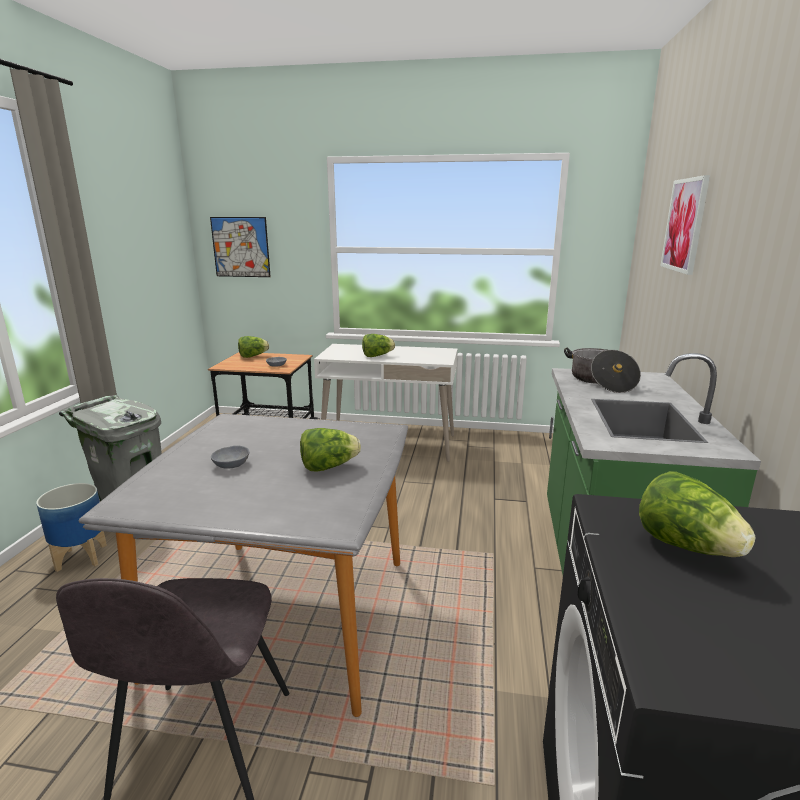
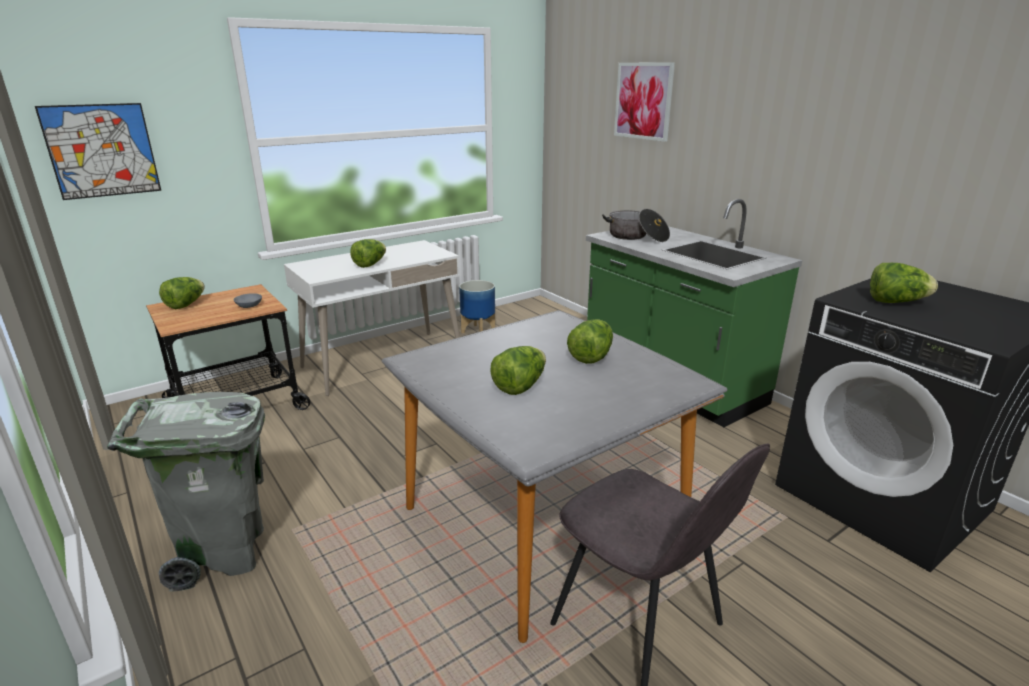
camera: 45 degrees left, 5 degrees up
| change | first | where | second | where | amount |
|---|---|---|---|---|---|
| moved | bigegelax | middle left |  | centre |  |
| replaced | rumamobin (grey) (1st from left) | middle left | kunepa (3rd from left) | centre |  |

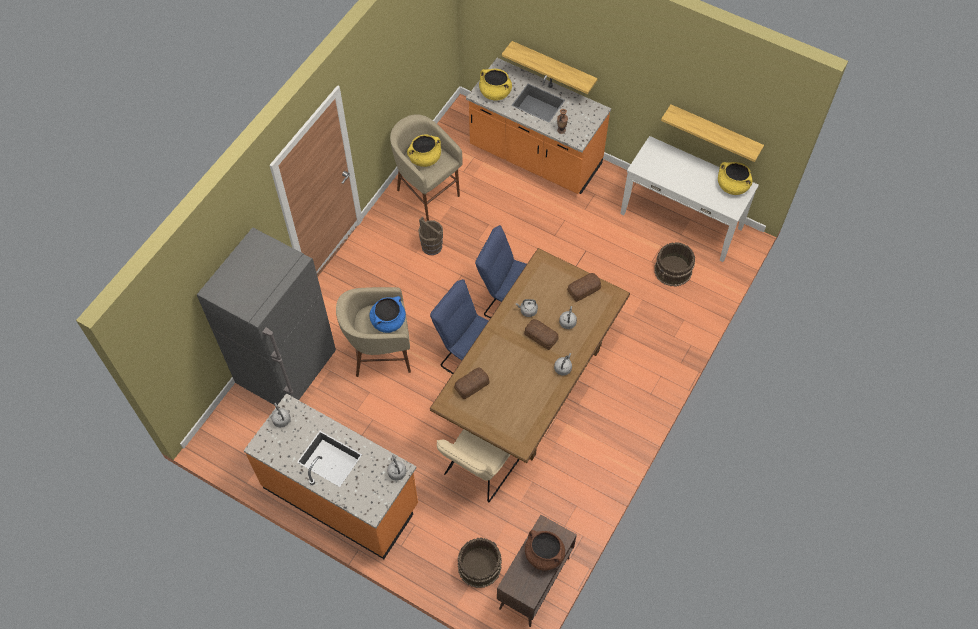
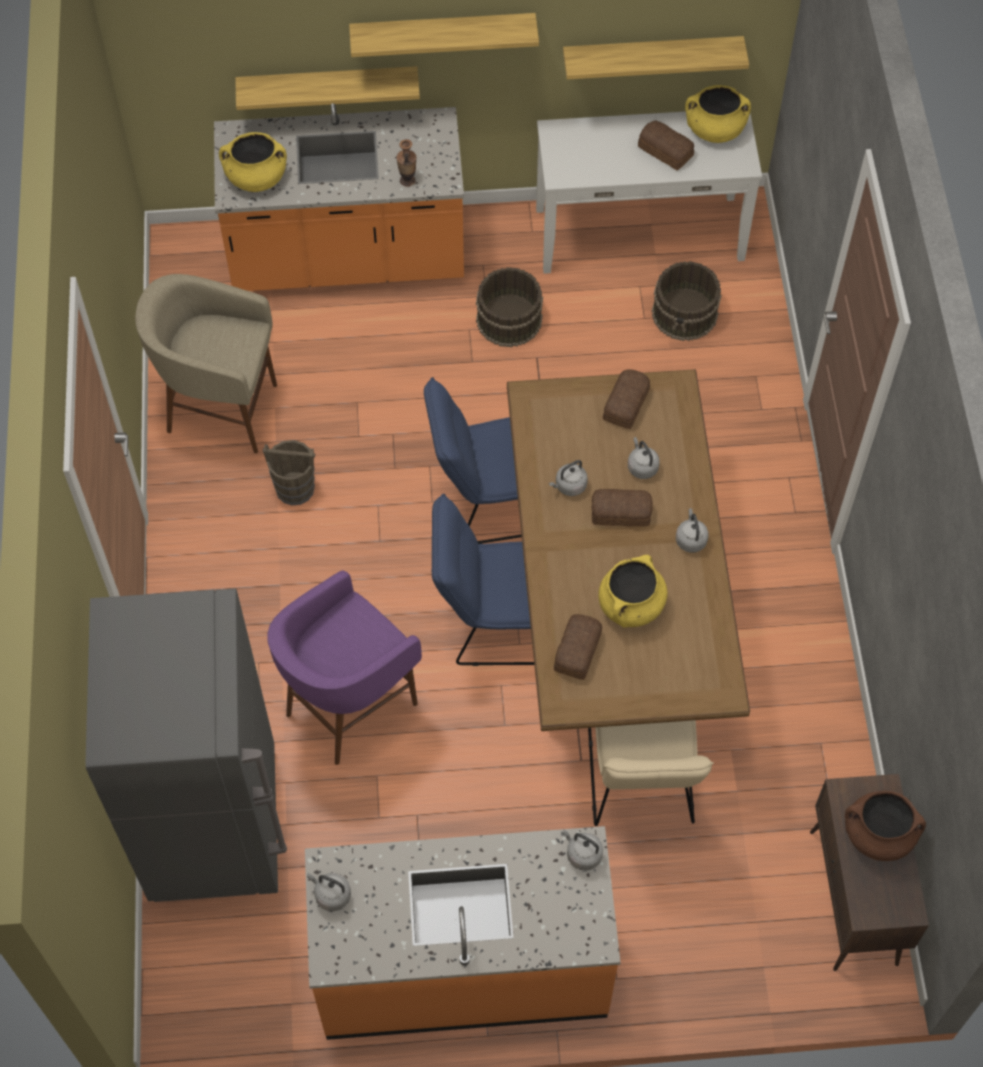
camera: 35 degrees left, 0 degrees up
| change | first | where | second | where | amount |
|---|---|---|---|---|---|
| recoloured | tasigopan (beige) (1st from left) | centre | tasigopan (purple) | centre |  |
| removed | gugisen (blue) | centre |  |  |  |
| moved | gugisen (yellow) (1st from left in the first image) | top centre | gugisen (yellow) (2nd from left) | centre |  |
| moved | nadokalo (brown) (2nd from left) | bottom centre |  | top centre |  |
| added |  |  | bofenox (2nd from left) | top centre |  |
| added |  |  | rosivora (4th from left) | top right |  |

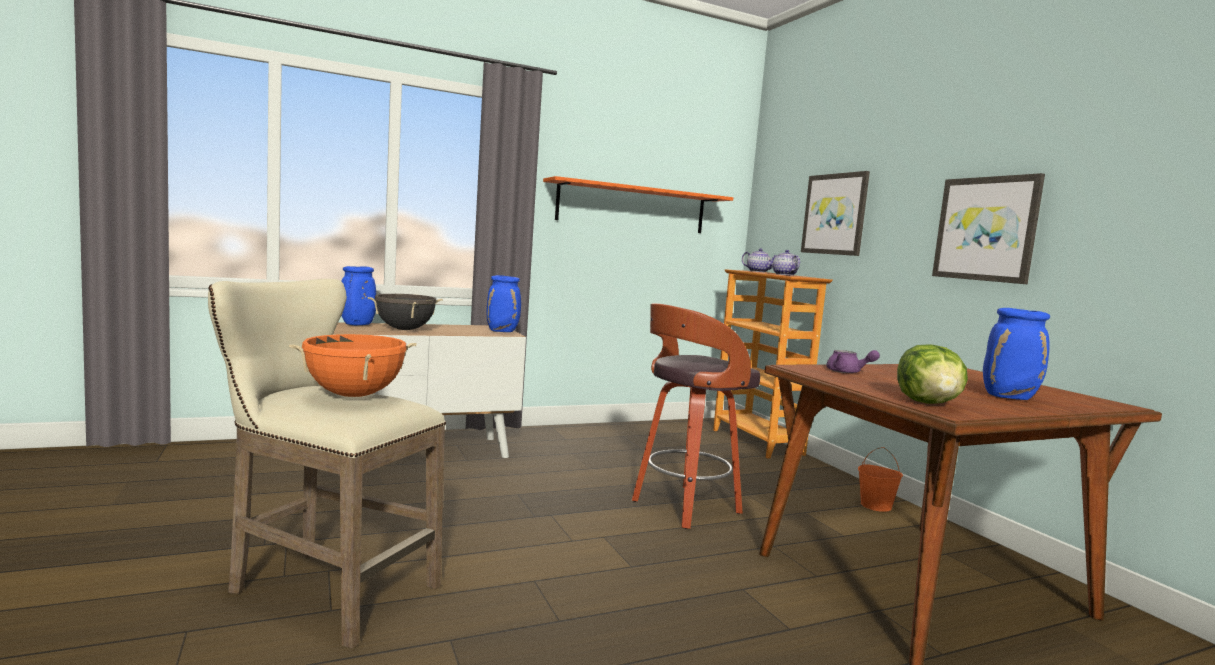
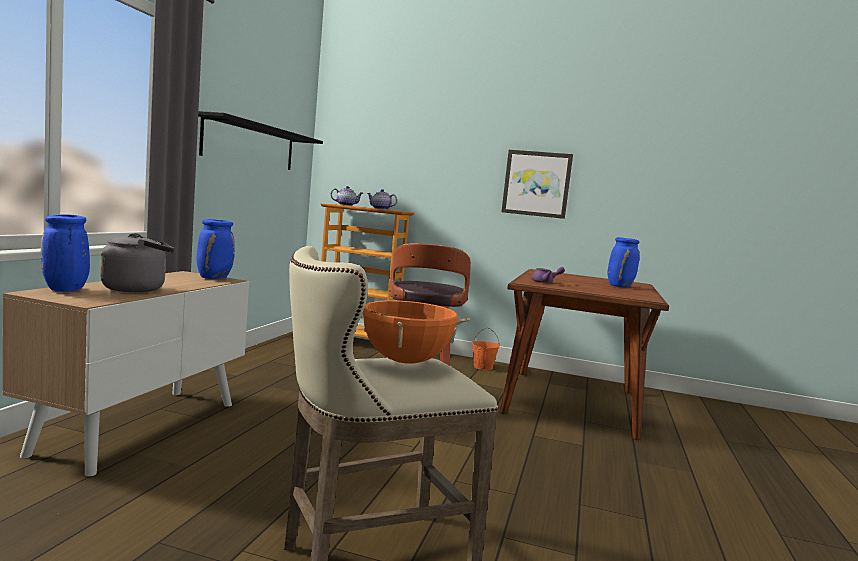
camera: 50 degrees left, 0 degrees up
| change | first | where | second | where | amount |
|---|---|---|---|---|---|
| replaced | gugisen (black) | centre | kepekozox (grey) | middle left |  |
| recoloured | bofenox (orange) | top centre | bofenox (black) | top left |  |
| removed | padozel (1st from left) | top right |  |  |  |
| removed | kunepa | middle right |  |  |  |

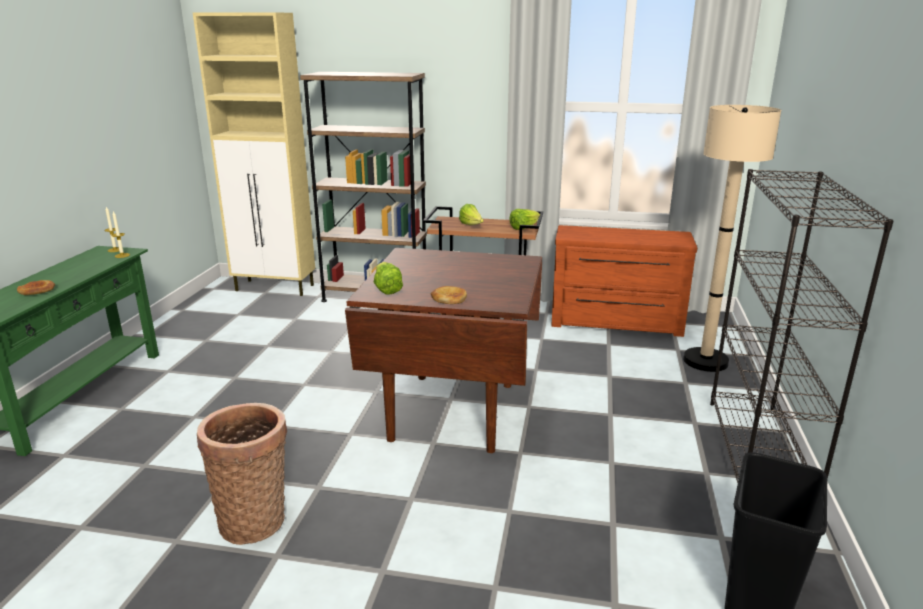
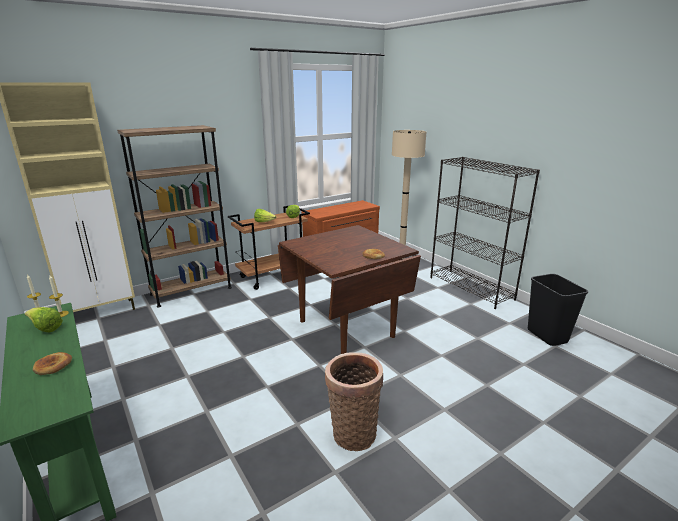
camera: 45 degrees left, 0 degrees up
| change | first | where | second | where | amount |
|---|---|---|---|---|---|
| moved | kunepa (1st from left) | centre |  | middle left |  |

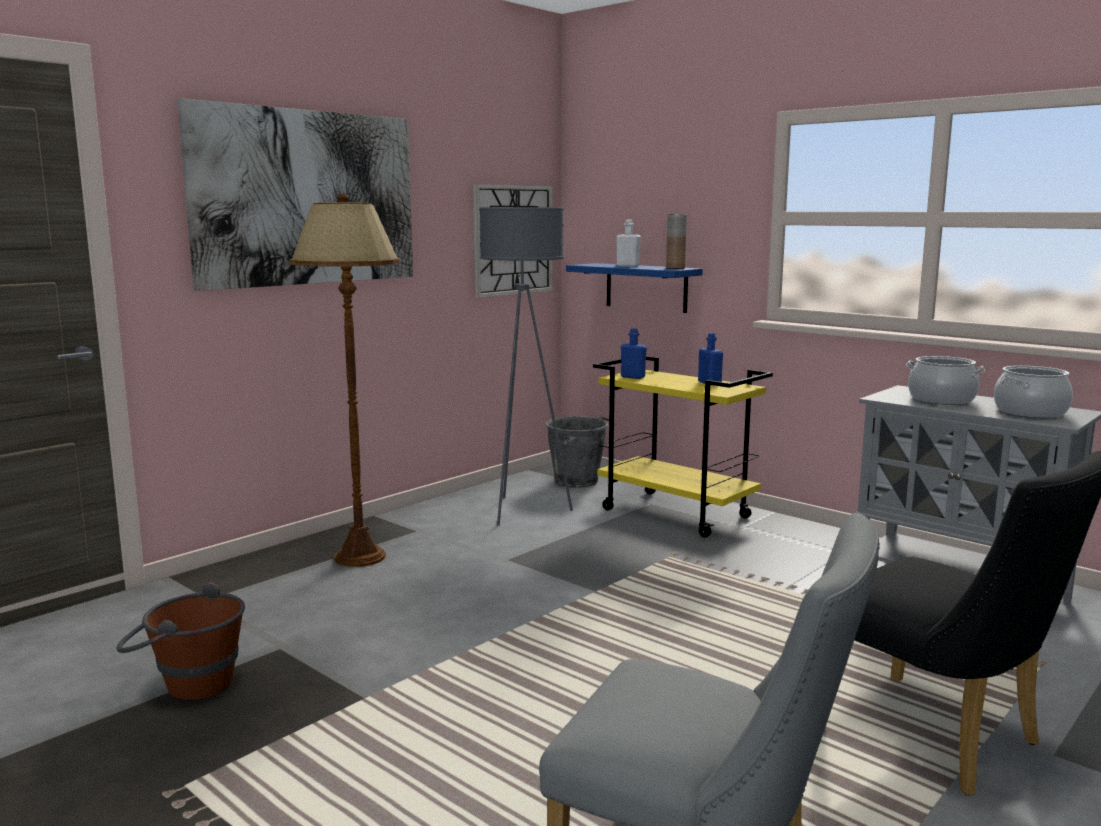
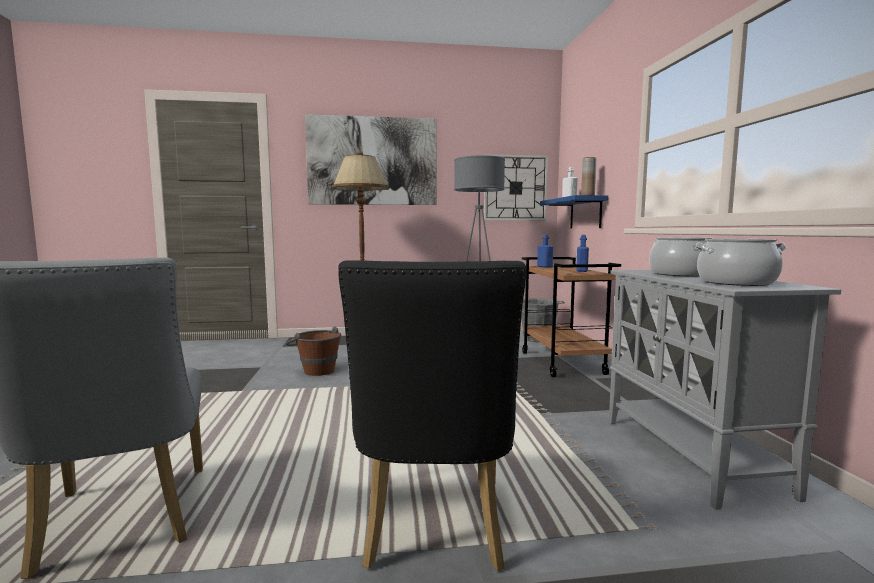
camera: 40 degrees right, 5 degrees down
| change | first | where | second | where | amount |
|---|---|---|---|---|---|
| moved | nadokalo (brown) | bottom left |  | centre |  |
| recoloured | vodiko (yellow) | centre | vodiko (brown) | centre |  |

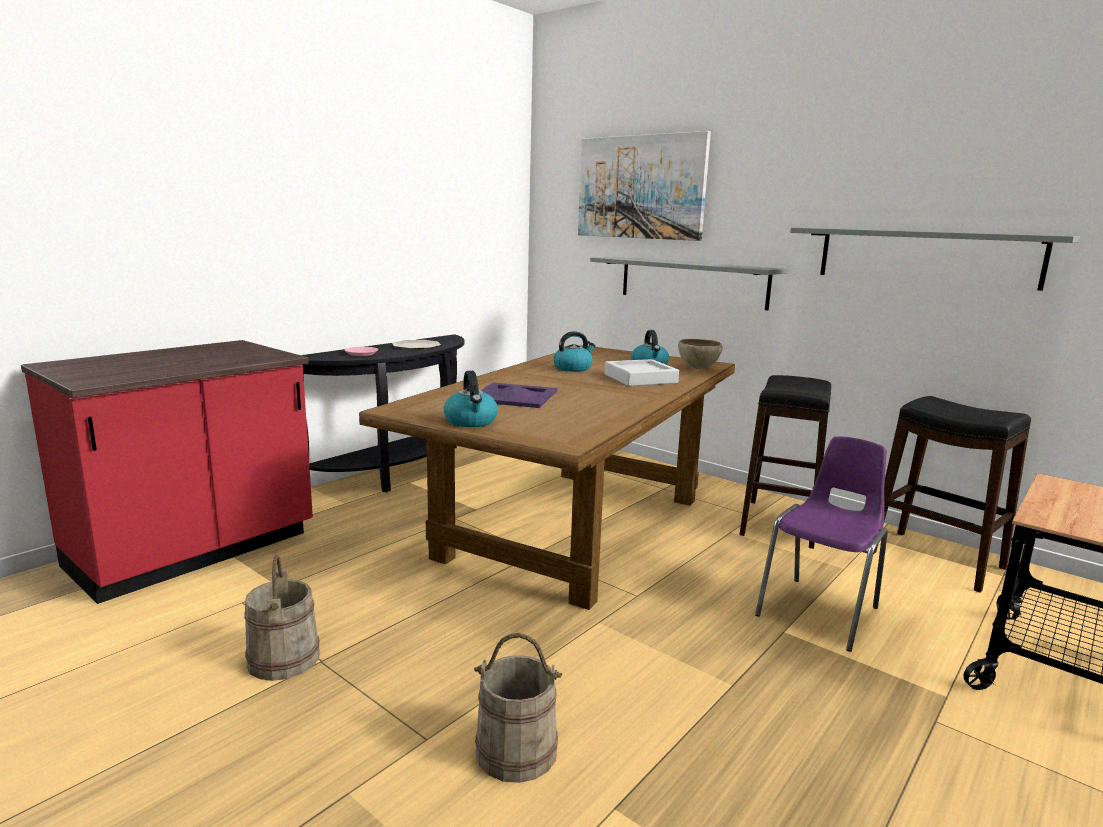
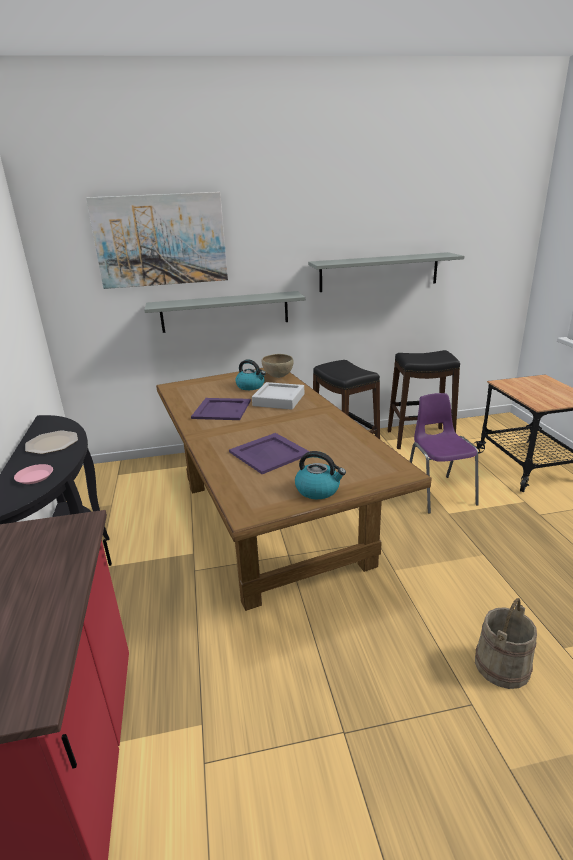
camera: 50 degrees left, 10 degrees up
| change | first | where | second | where | amount |
|---|---|---|---|---|---|
| removed | nadokalo (beige) (1st from left) | bottom left |  |  |  |
| replaced | kepekozox (2nd from left) | centre | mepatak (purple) (1st from left) | centre |  |

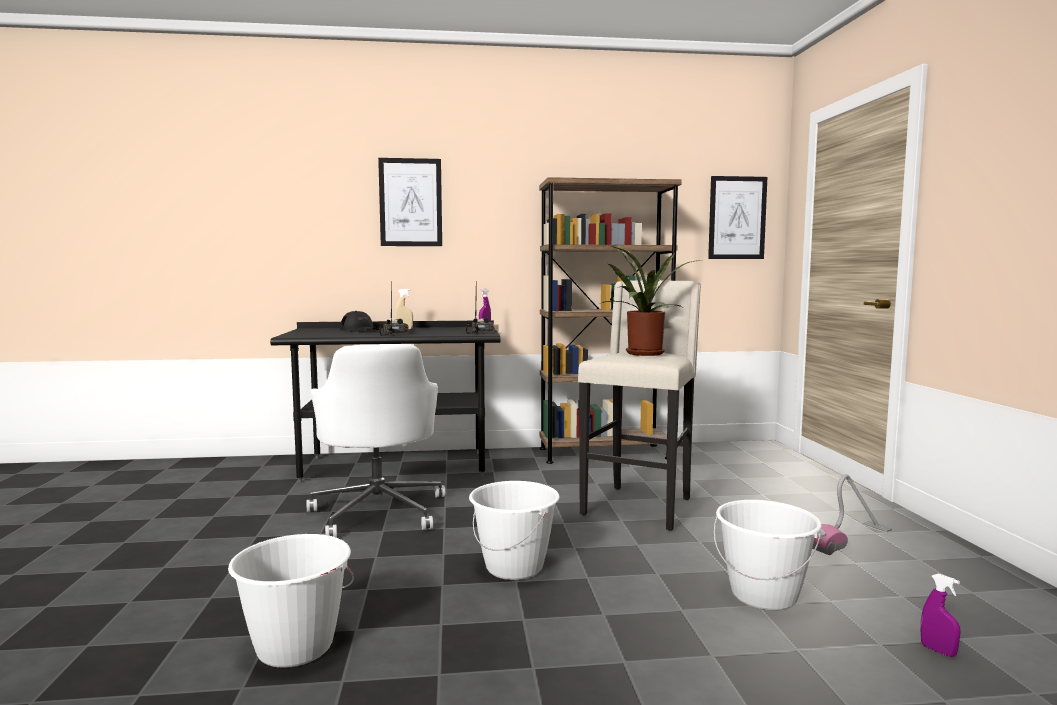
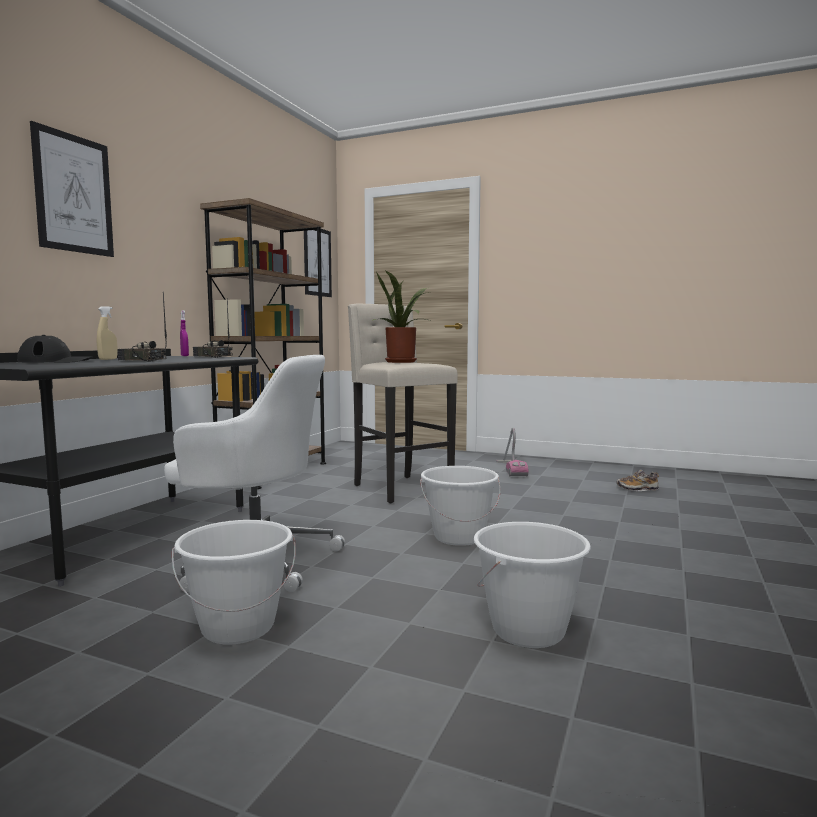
camera: 60 degrees left, 0 degrees up
| change | first | where | second | where | amount |
|---|---|---|---|---|---|
| moved | nadokalo (white) (3rd from left in the first image) | bottom right | nadokalo (white) (1st from left) | bottom left |  |
| replaced | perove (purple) (2nd from left) | bottom right | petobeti | middle right |  |

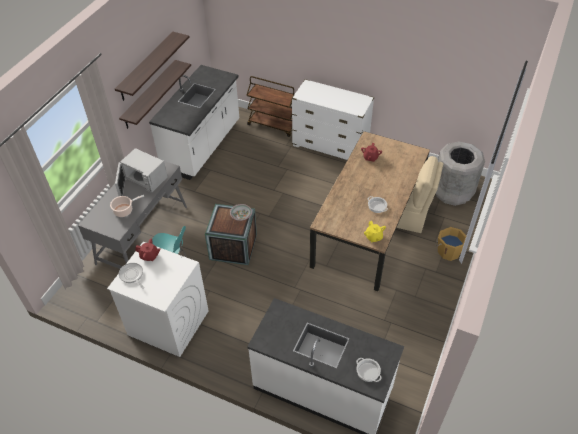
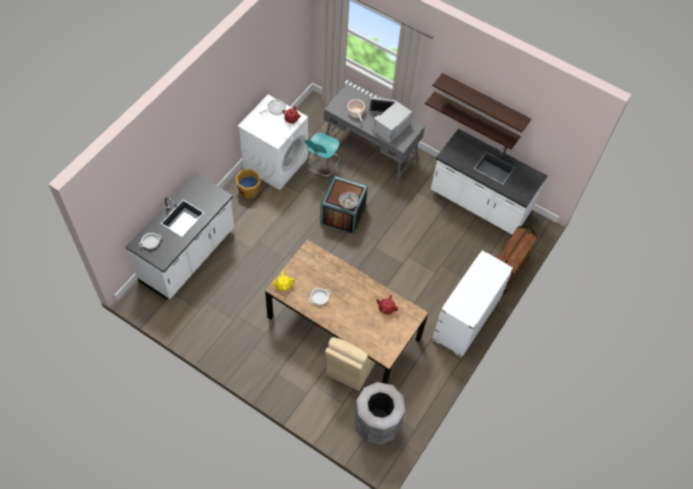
camera: 95 degrees right, 10 degrees up
| change | first | where | second | where | amount |
|---|---|---|---|---|---|
| moved | nadokalo (orange) | middle right |  | centre |  |

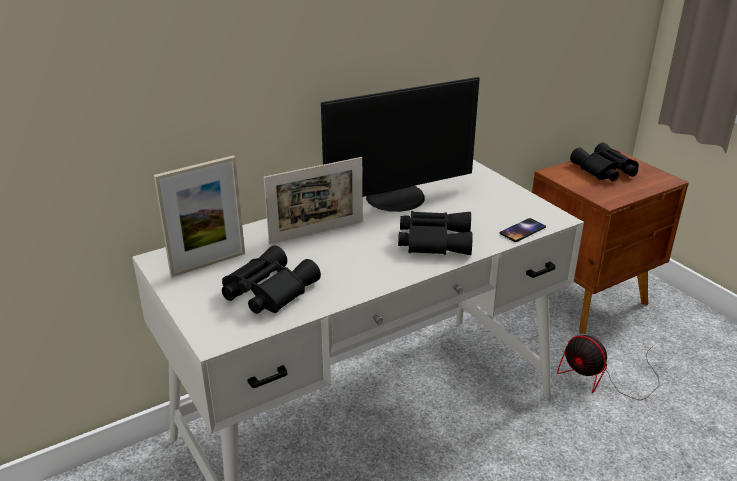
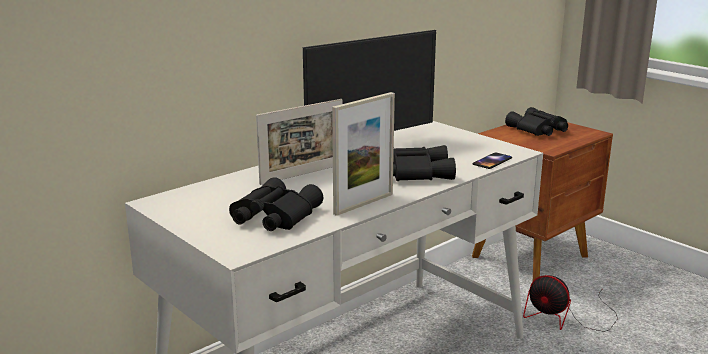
camera: 10 degrees left, 10 degrees down
| change | first | where | second | where | amount |
|---|---|---|---|---|---|
| moved | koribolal (1st from left in the first image) | middle left | koribolal (2nd from left) | centre |  |

